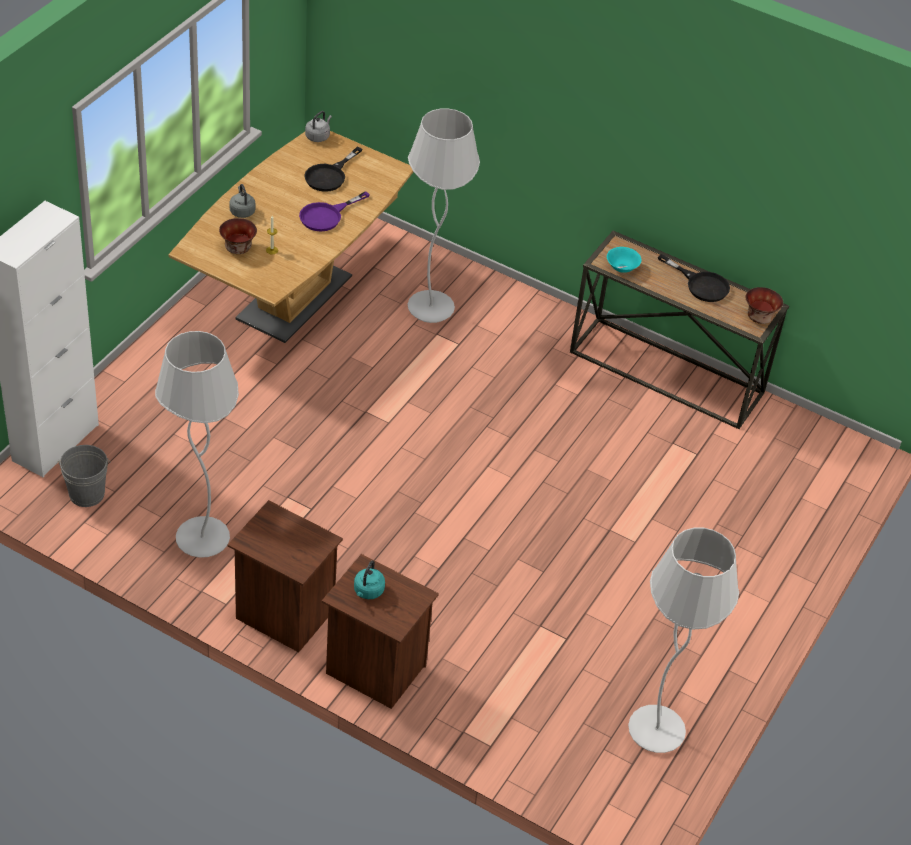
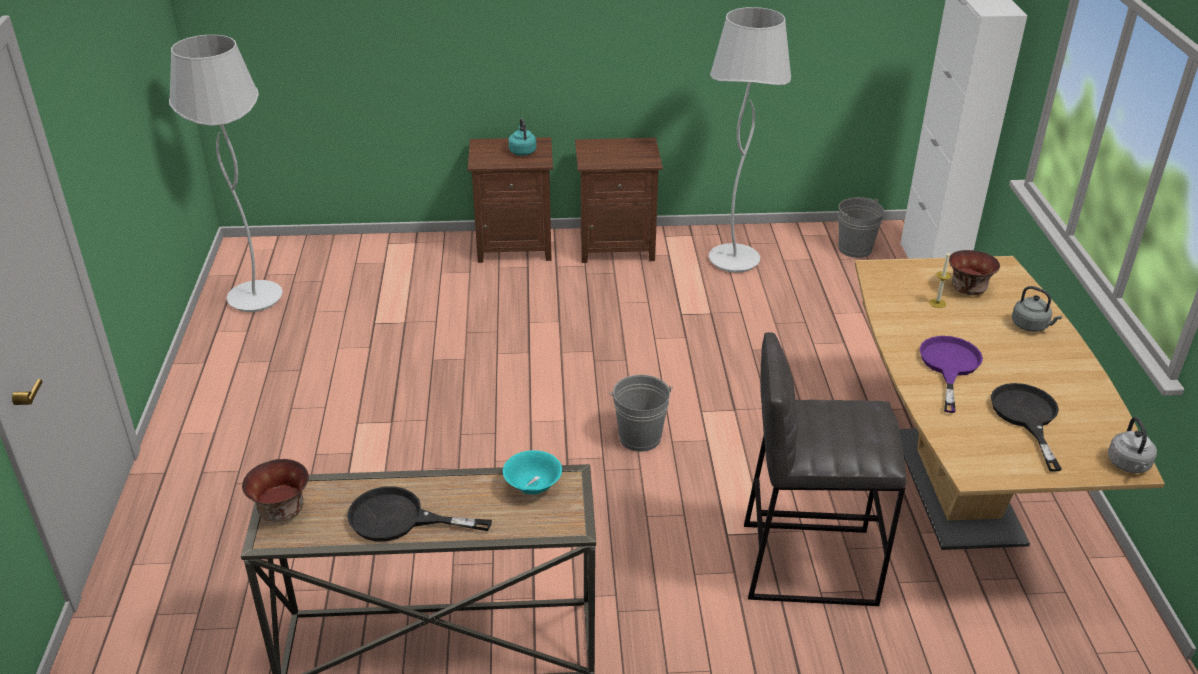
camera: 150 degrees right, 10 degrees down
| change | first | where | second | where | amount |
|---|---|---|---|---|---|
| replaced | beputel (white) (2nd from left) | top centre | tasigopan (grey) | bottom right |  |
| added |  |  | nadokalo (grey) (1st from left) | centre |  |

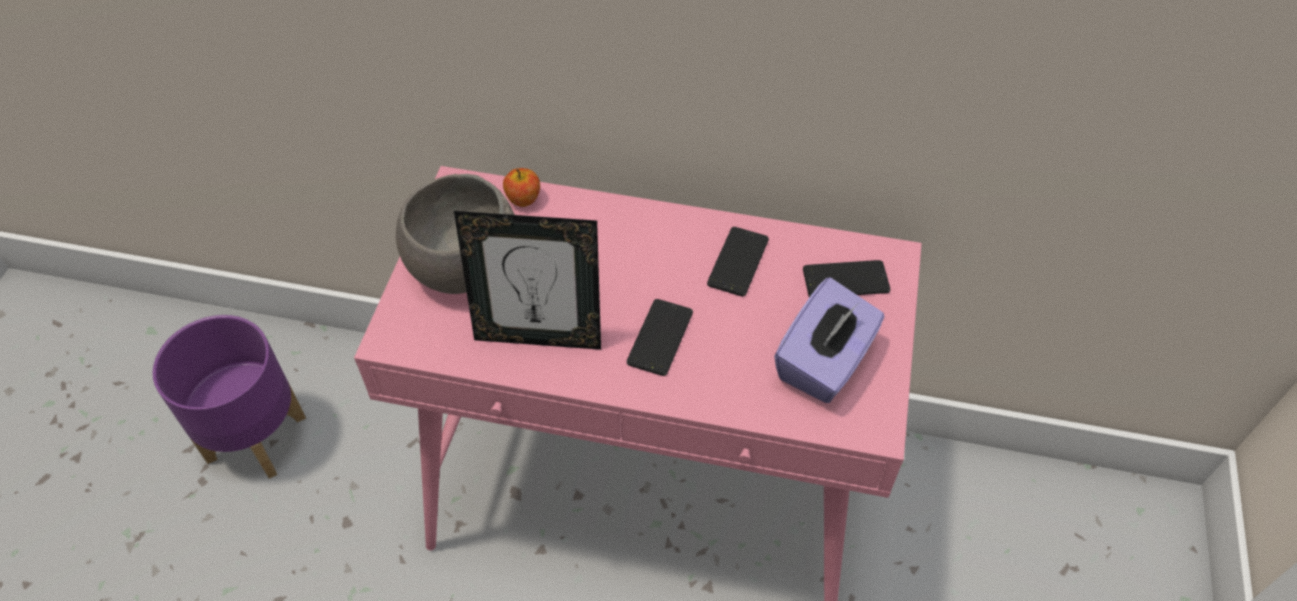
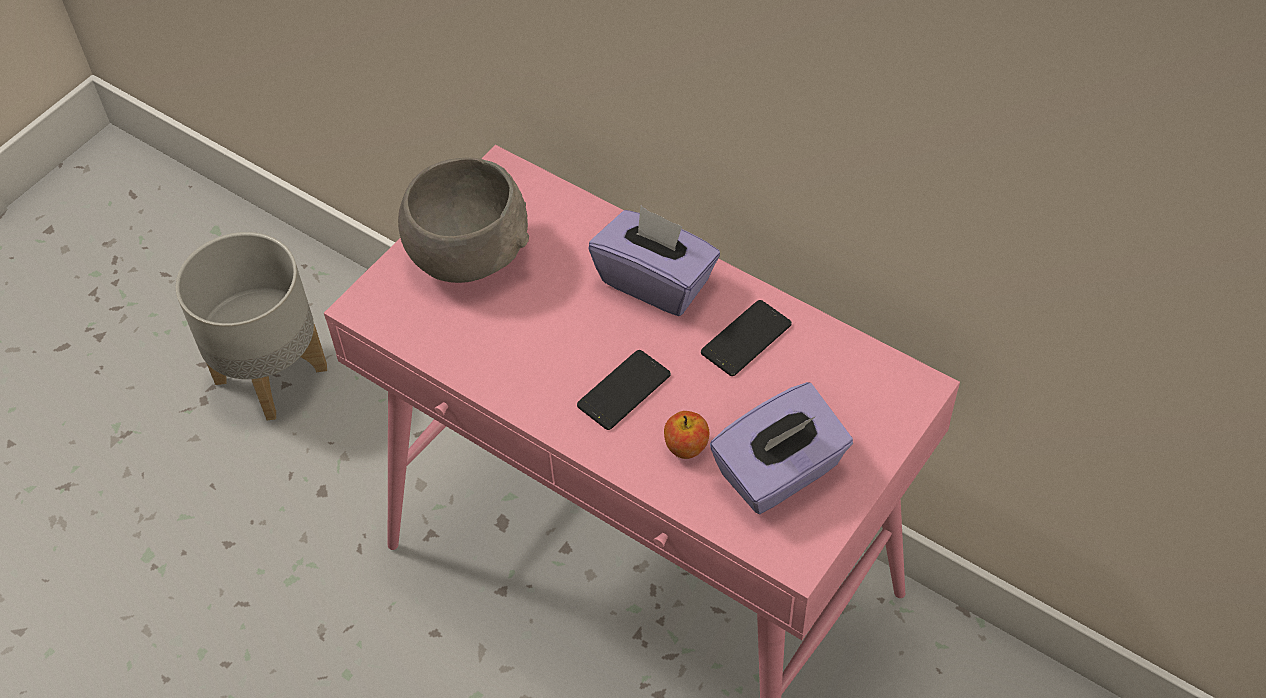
camera: 25 degrees right, 0 degrees up
| change | first | where | second | where | amount |
|---|---|---|---|---|---|
| recoloured | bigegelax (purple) | middle left | bigegelax (grey) | middle left |  |
| removed | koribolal | centre |  |  |  |
| moved | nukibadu | top centre |  | centre |  |
| removed | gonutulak (3rd from left) | centre |  |  |  |
| added |  |  | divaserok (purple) (1st from left) | centre |  |

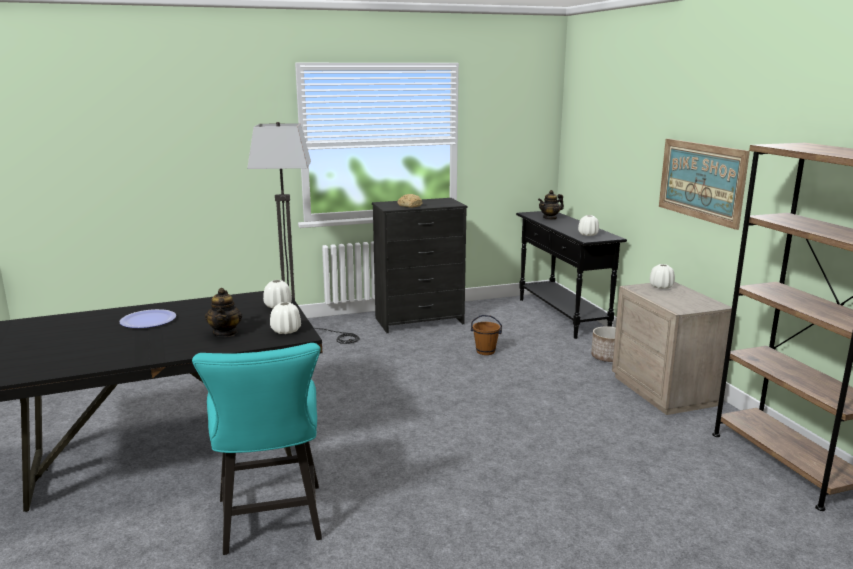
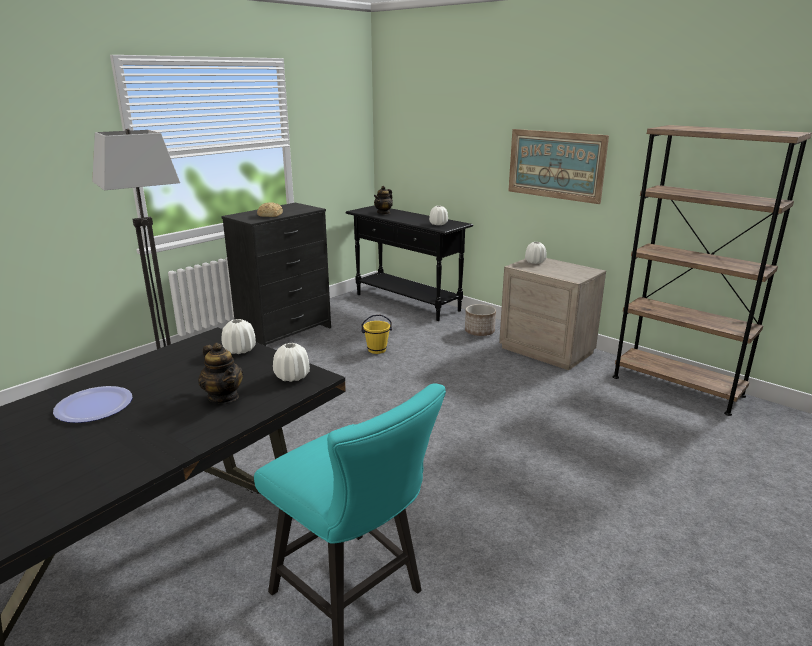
camera: 30 degrees left, 5 degrees up
| change | first | where | second | where | amount |
|---|---|---|---|---|---|
| recoloured | nadokalo (brown) | centre | nadokalo (yellow) | centre |  |

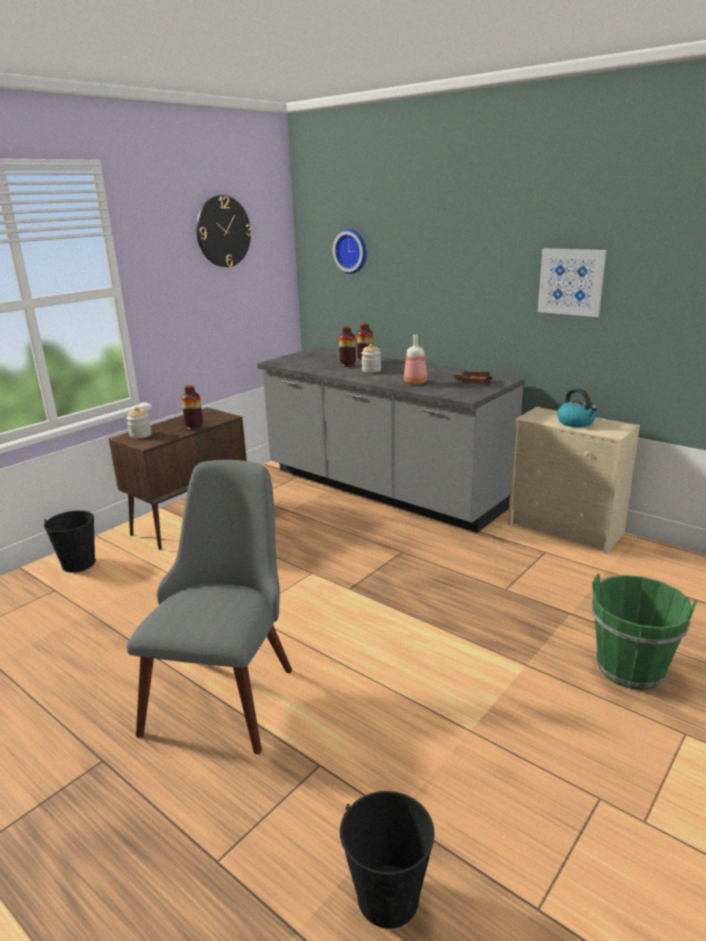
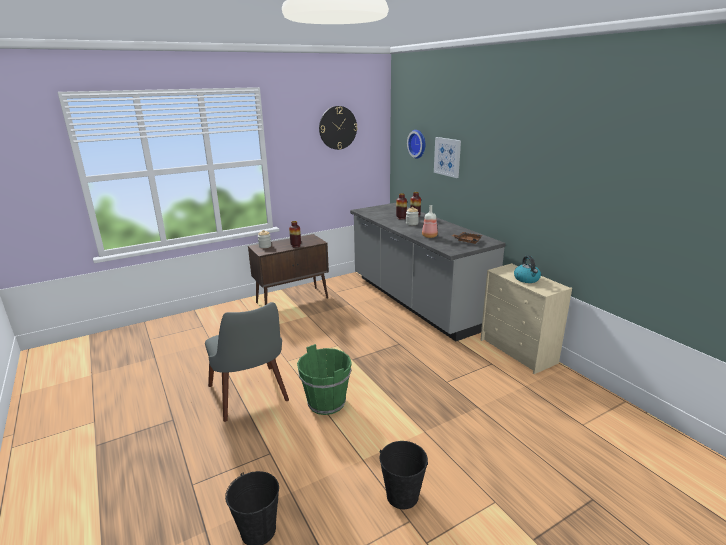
camera: 20 degrees right, 0 degrees up
| change | first | where | second | where | amount |
|---|---|---|---|---|---|
| moved | nadokalo (black) (1st from left in the first image) | middle left | nadokalo (black) (2nd from left) | bottom centre |  |
| turned | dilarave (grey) | middle left |  | centre | 120 degrees clockwise |
| moved | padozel | top right |  | top centre |  |
| moved | nadokalo (green) | bottom right |  | bottom centre |  |

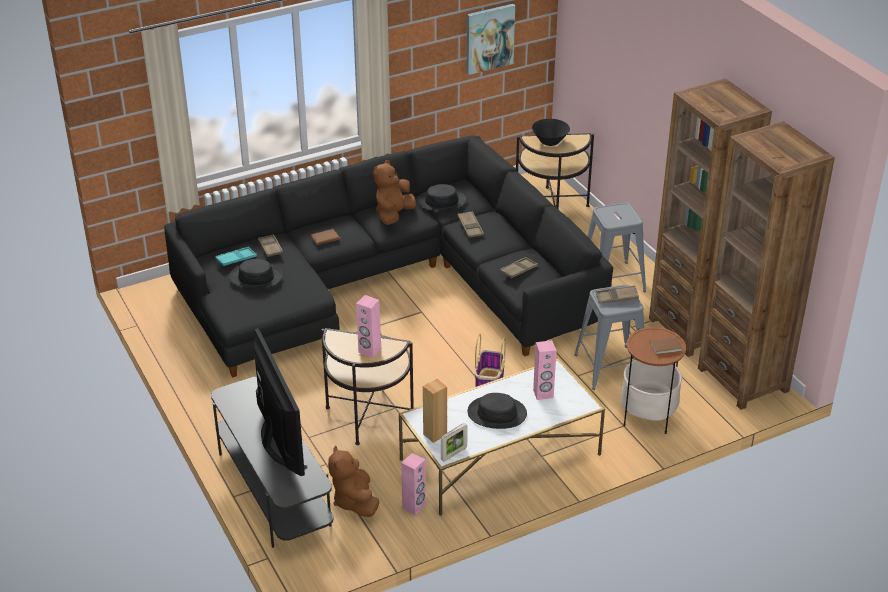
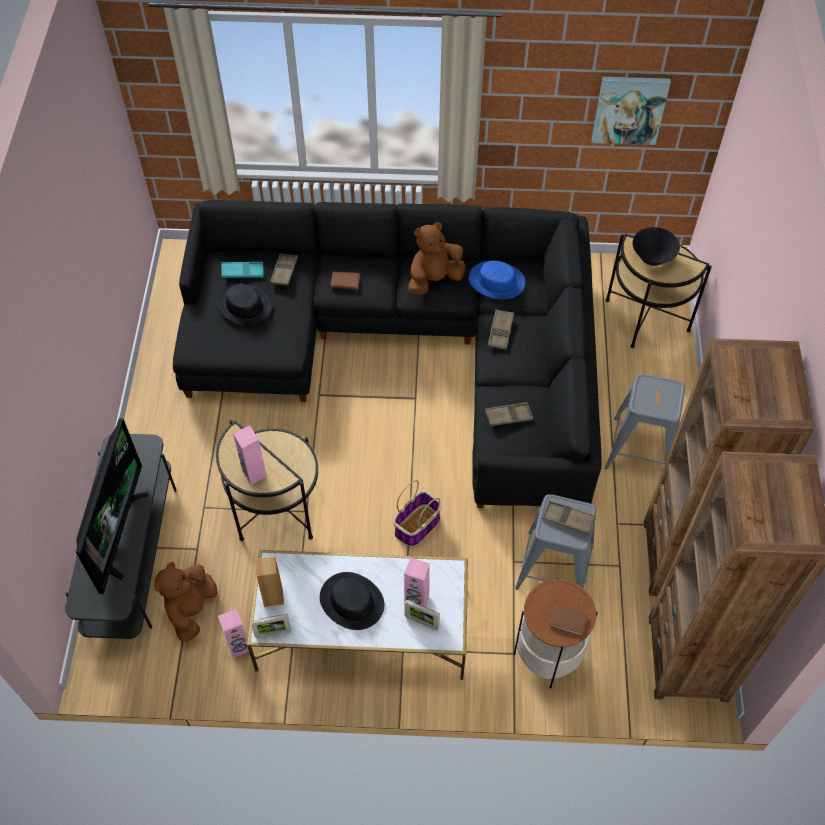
camera: 30 degrees right, 20 degrees up
| change | first | where | second | where | amount |
|---|---|---|---|---|---|
| recoloured | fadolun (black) (2nd from left) | top centre | fadolun (blue) | centre |  |
| added |  |  | koribolal (2nd from left) | bottom centre |  |

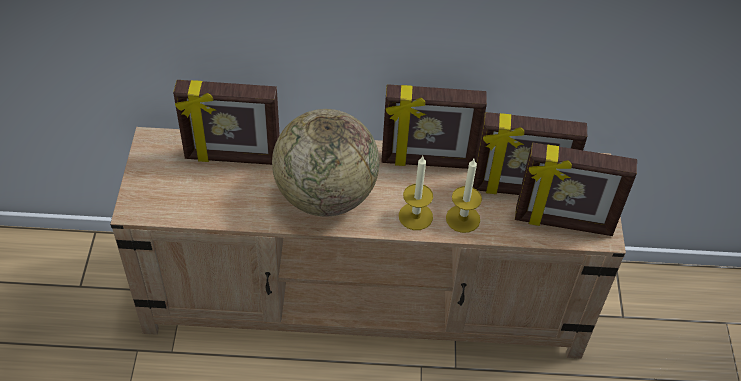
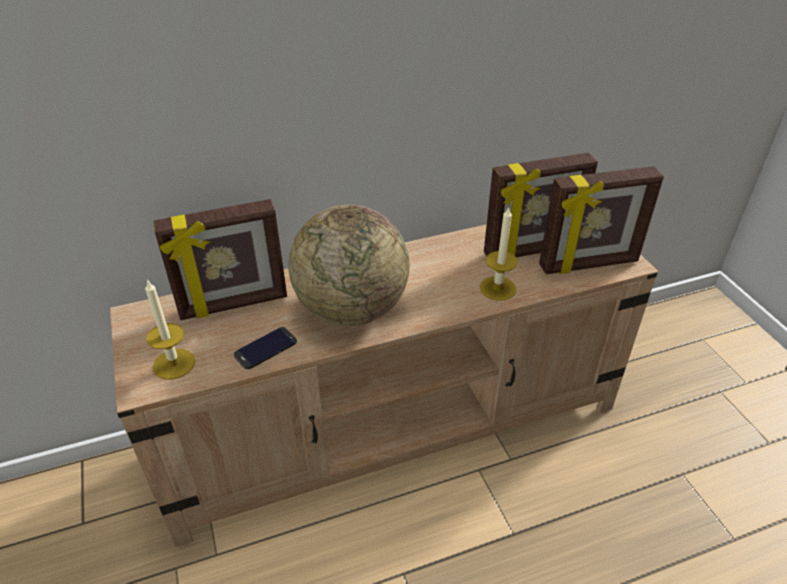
camera: 20 degrees left, 10 degrees down
| change | first | where | second | where | amount |
|---|---|---|---|---|---|
| removed | koribolal (2nd from left) | top centre |  |  |  |
| moved | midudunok (1st from left) | centre |  | middle left |  |
| added |  |  | gonutulak | centre |  |

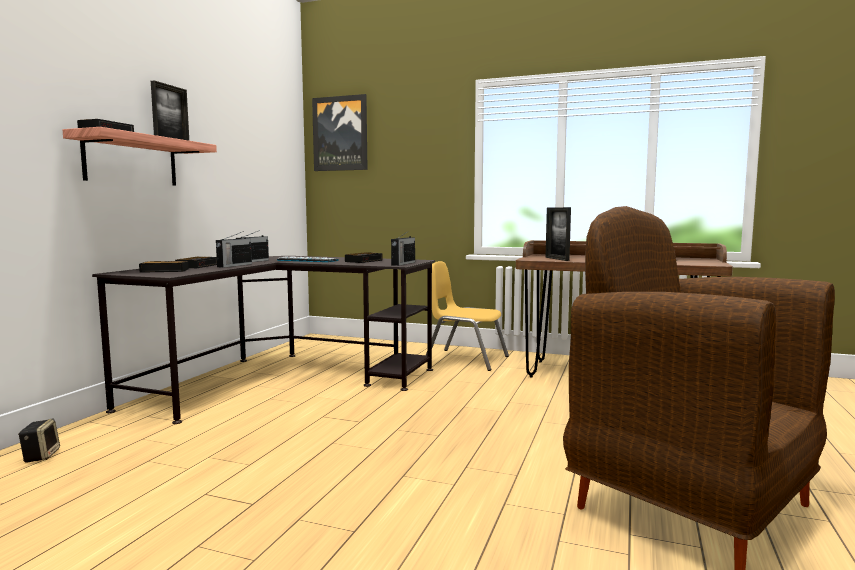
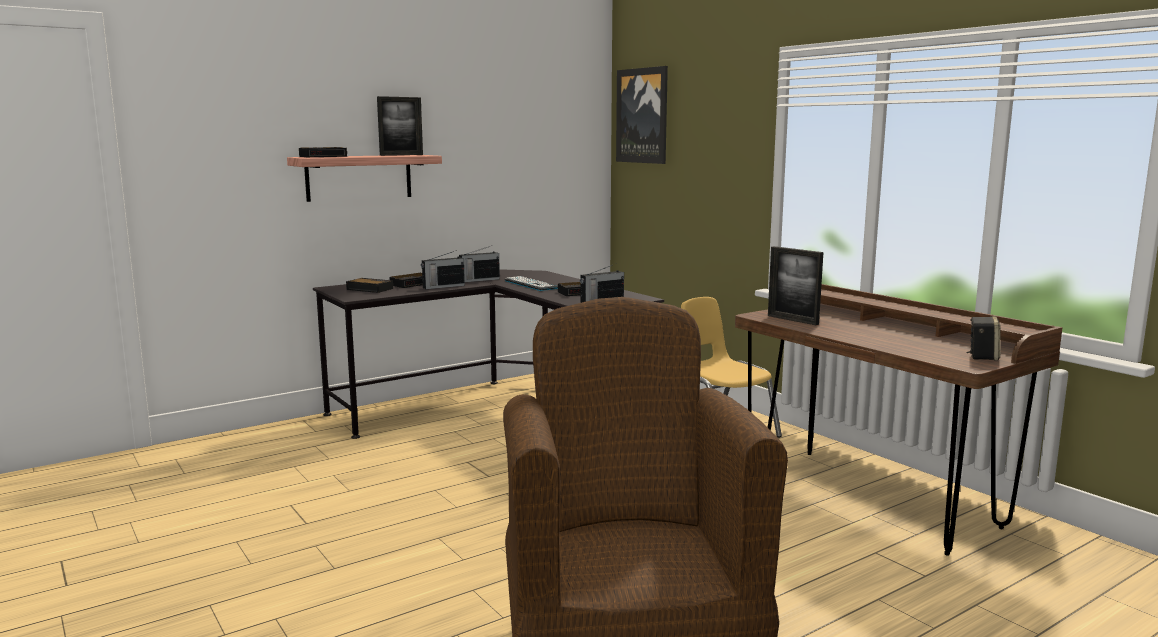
camera: 35 degrees right, 5 degrees up
| change | first | where | second | where | amount |
|---|---|---|---|---|---|
| moved | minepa | bottom left |  | middle right |  |
| turned | koribolal (2nd from left) | centre |  | middle right | 60 degrees counterclockwise |

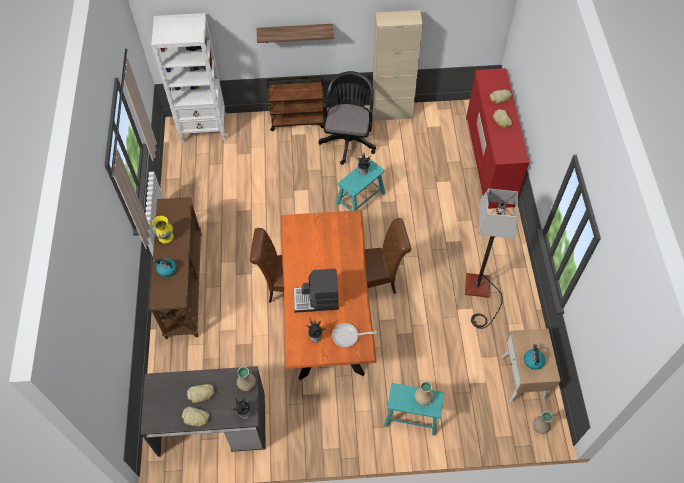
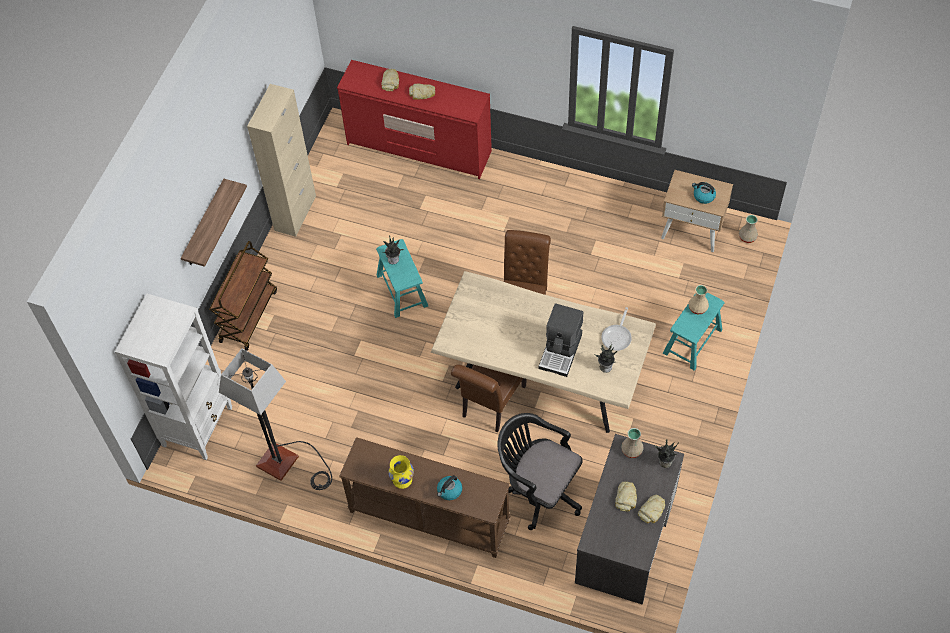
camera: 65 degrees left, 0 degrees up
| change | first | where | second | where | amount |
|---|---|---|---|---|---|
| recoloured | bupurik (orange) | centre | bupurik (beige) | centre |  |
| moved | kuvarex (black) | top centre |  | bottom centre |  |
| moved | beputel | middle right |  | middle left |  |

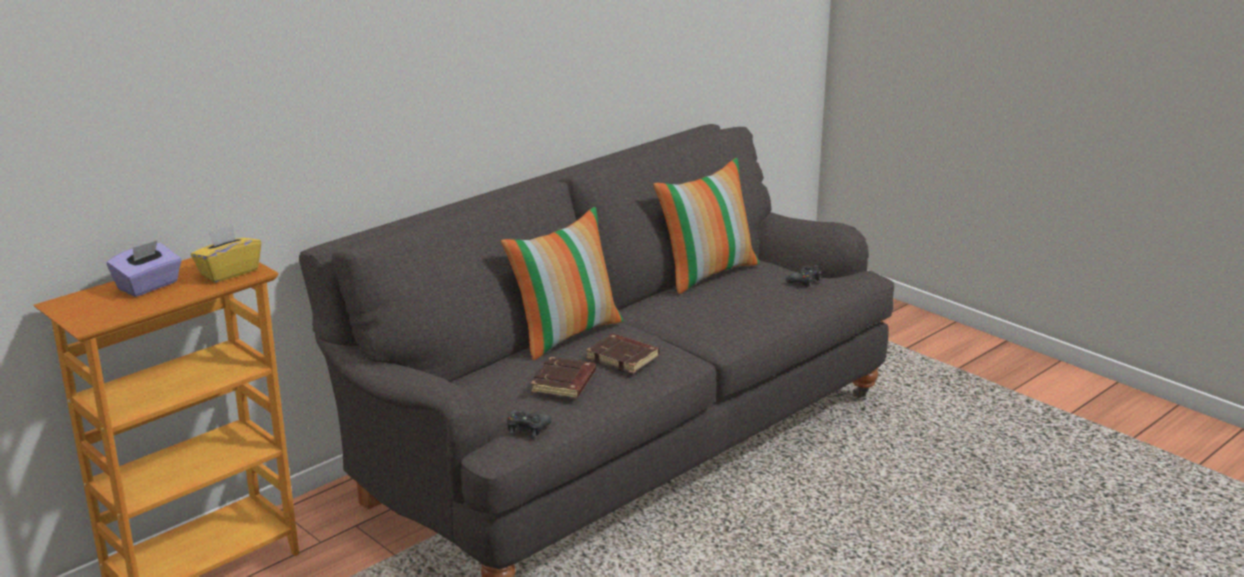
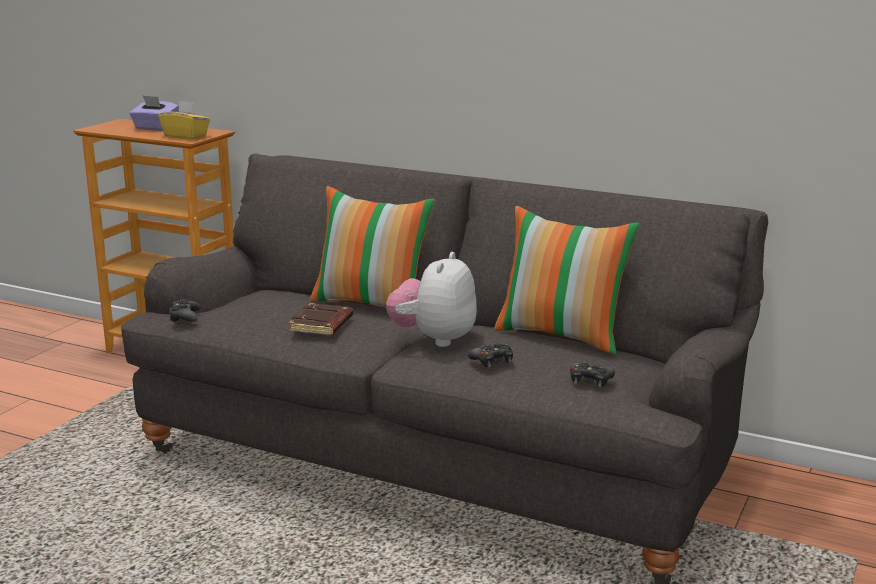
camera: 70 degrees right, 5 degrees down
| change | first | where | second | where | amount |
|---|---|---|---|---|---|
| removed | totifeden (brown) (1st from left) | centre |  |  |  |
| added |  |  | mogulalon | centre |  |
| added |  |  | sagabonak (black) (2nd from left) | centre |  |

